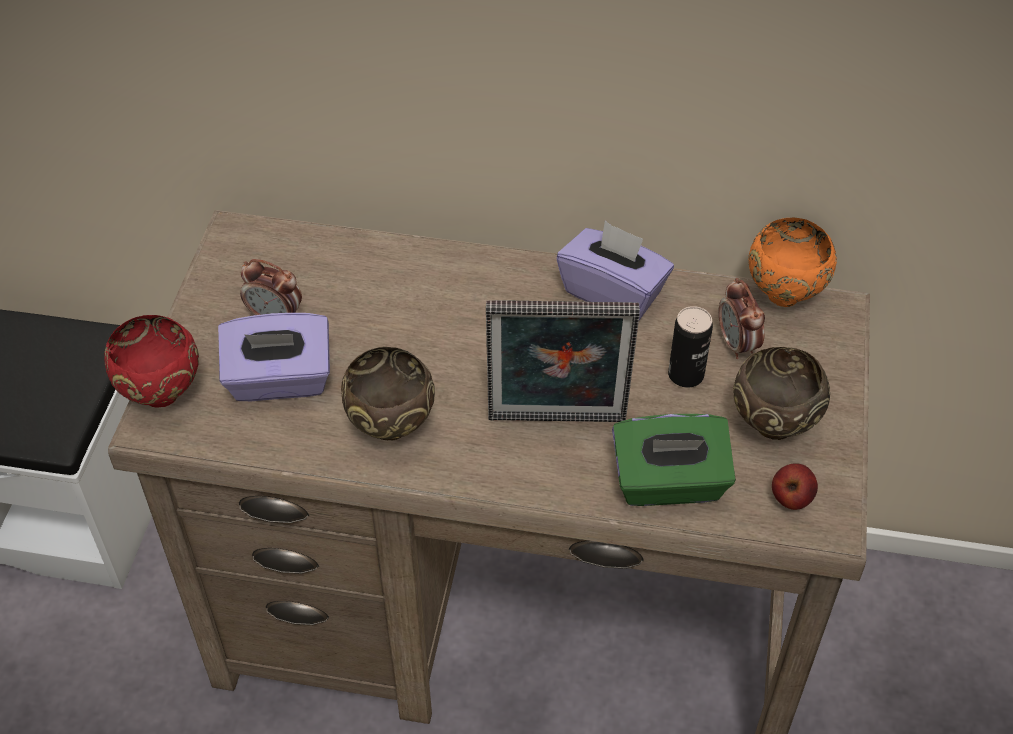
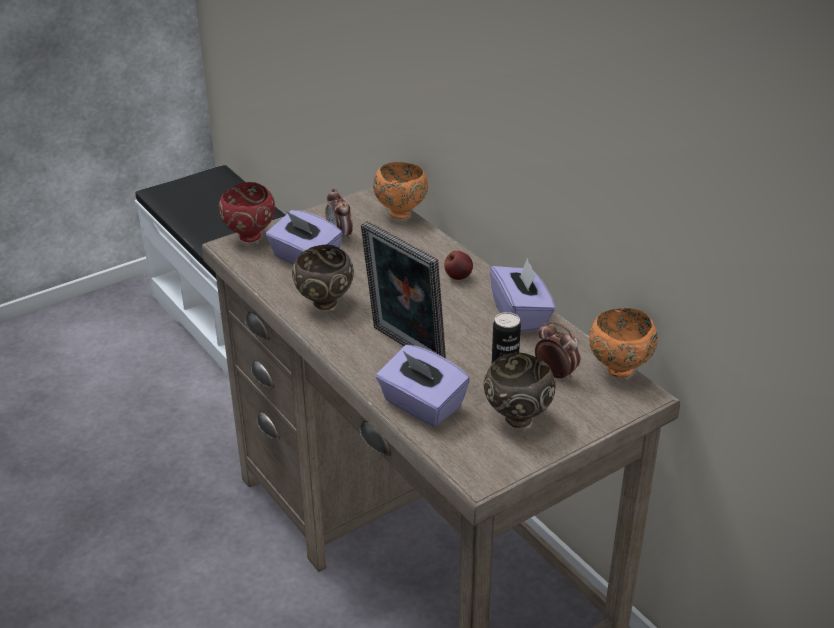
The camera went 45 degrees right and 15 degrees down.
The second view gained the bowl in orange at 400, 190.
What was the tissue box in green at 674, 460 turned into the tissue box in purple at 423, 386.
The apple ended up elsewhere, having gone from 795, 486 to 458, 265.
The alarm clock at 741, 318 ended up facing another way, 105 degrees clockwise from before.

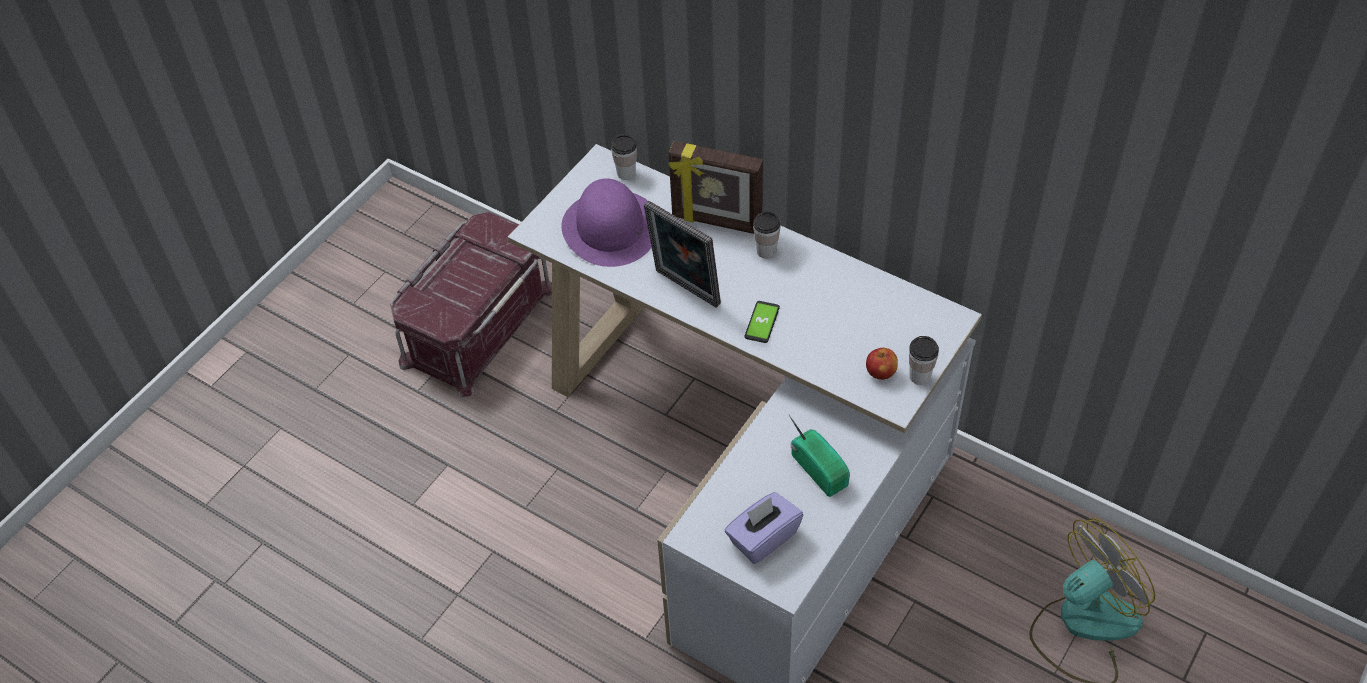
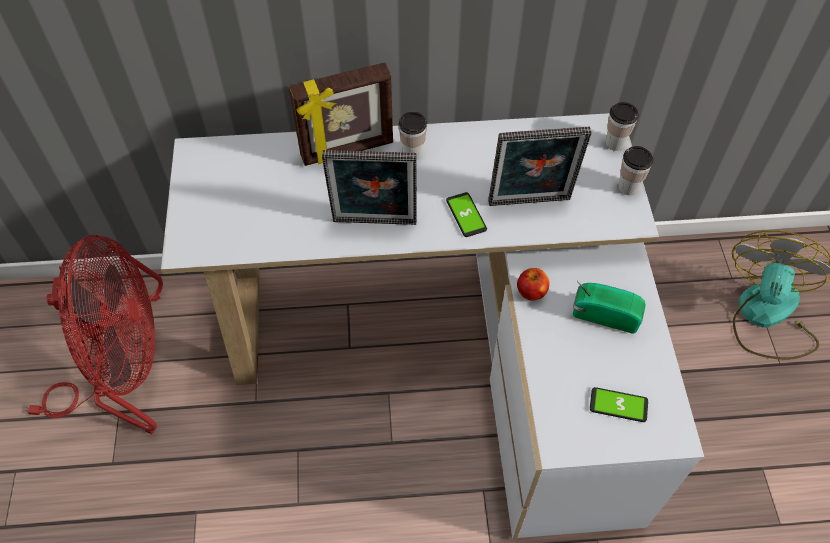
The camera went 40 degrees left and 5 degrees up.
Where the storage box in red stood at 471, 305, the fan in red came to stand at 95, 334.
The second view gained the picture frame at 539, 166.
The apple ended up elsewhere, having gone from 882, 364 to 533, 284.
Where the tissue box in purple stood at 764, 528, the phone came to stand at 619, 404.
The cup ended up elsewhere, having gone from 624, 157 to 622, 126.
The second view lost the hat in purple at 606, 223.

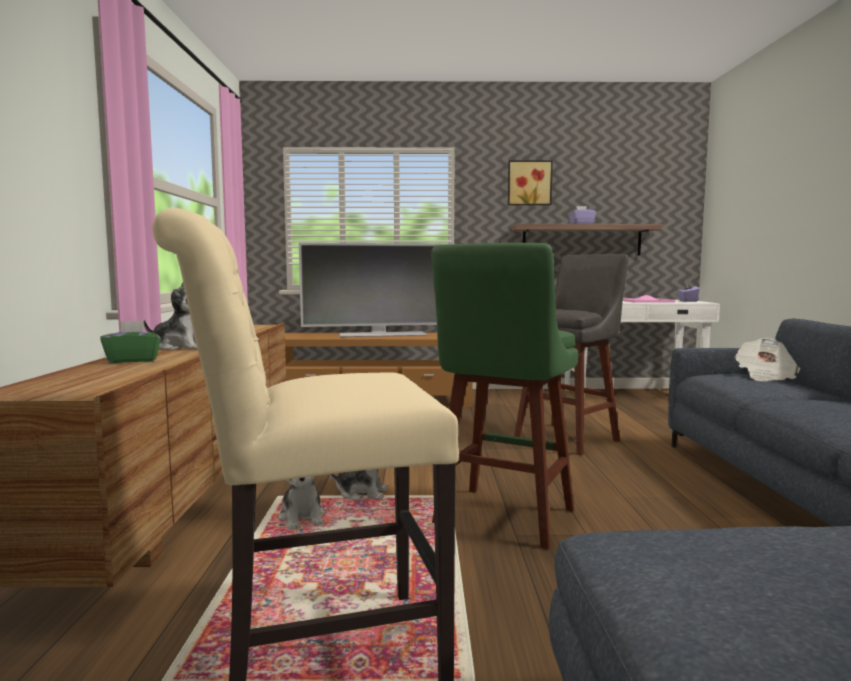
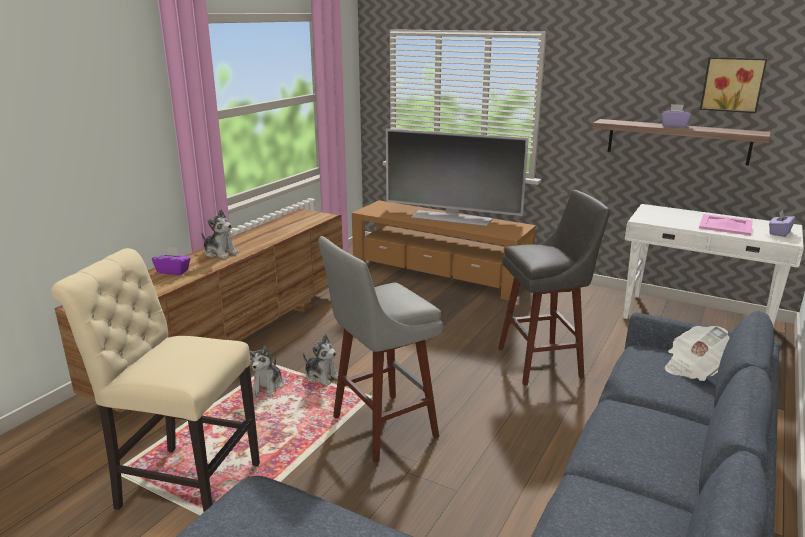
The camera went 30 degrees right and 15 degrees up.
What was the tissue box in green at 130, 342 turned into the tissue box in purple at 171, 261.
What was the stool in green at 504, 396 turned into the stool in grey at 380, 349.
The picture ended up elsewhere, having gone from 530, 182 to 733, 85.

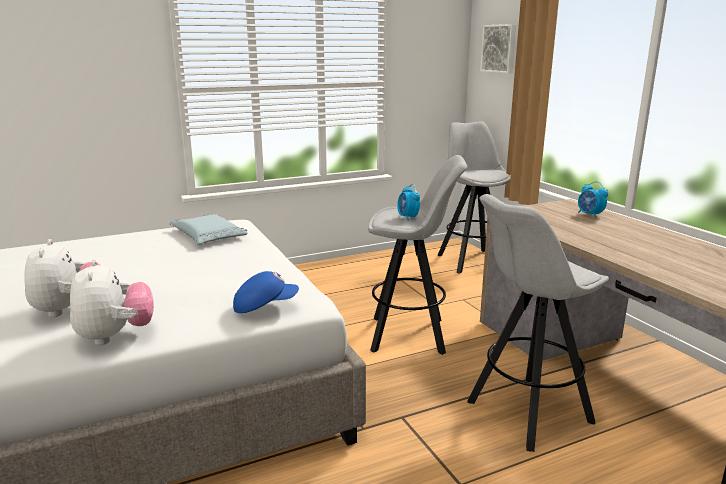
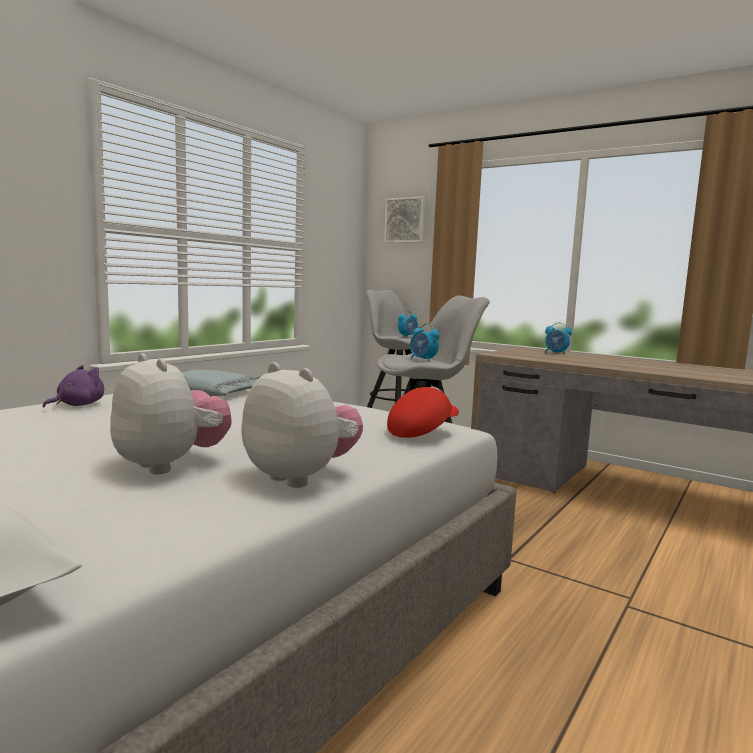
The camera went 30 degrees left and 10 degrees down.
The second view gained the plush toy in purple at 73, 386.
What was the cap in blue at 266, 292 turned into the cap in red at 423, 412.
The second view gained the alarm clock at 408, 324.
The second view lost the stool in grey at 538, 323.

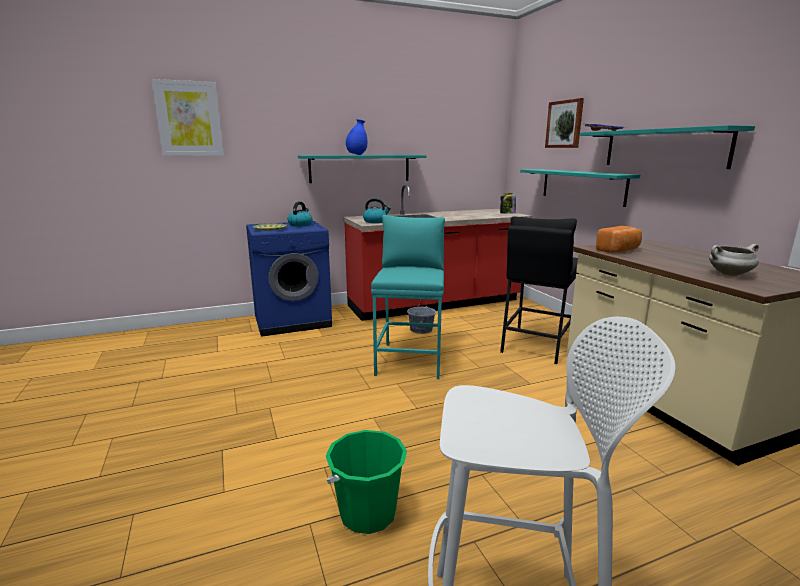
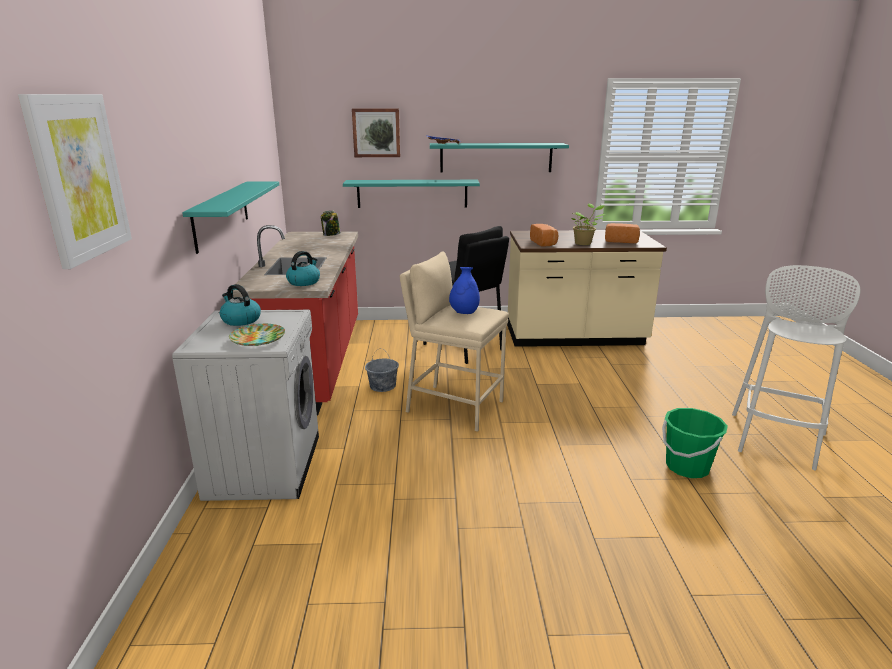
The camera went 70 degrees left and 5 degrees up.
What was the washing machine in blue at 289, 279 turned into the washing machine in white at 245, 405.
What was the stool in turquoise at 408, 297 turned into the stool in beige at 454, 341.
The vase in blue ended up elsewhere, having gone from 356, 137 to 464, 290.
The second view gained the potted plant at 588, 224.
Where the cooking pot in white stood at 734, 260, the bread came to stand at 622, 233.

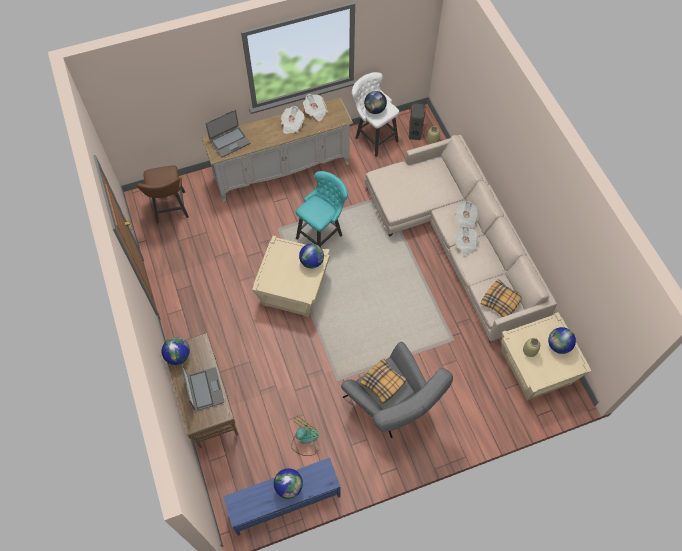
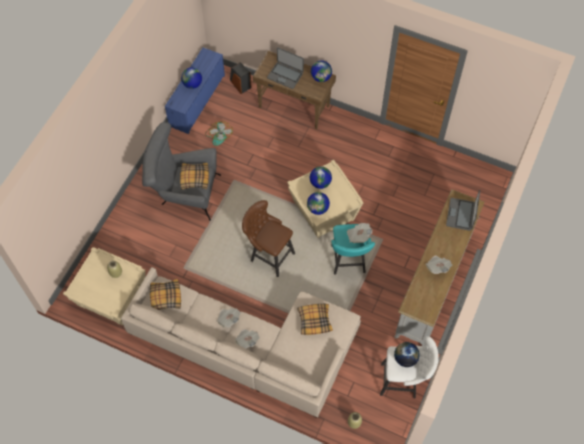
The camera went 135 degrees right and 0 degrees up.
The speaker ended up elsewhere, having gone from 417, 121 to 241, 78.
The stool in brown ended up elsewhere, having gone from 163, 194 to 268, 238.
The second view gained the pillow at 315, 319.
The globe ended up elsewhere, having gone from 562, 340 to 321, 177.
The newspaper ended up elsewhere, having gone from 315, 107 to 359, 233.

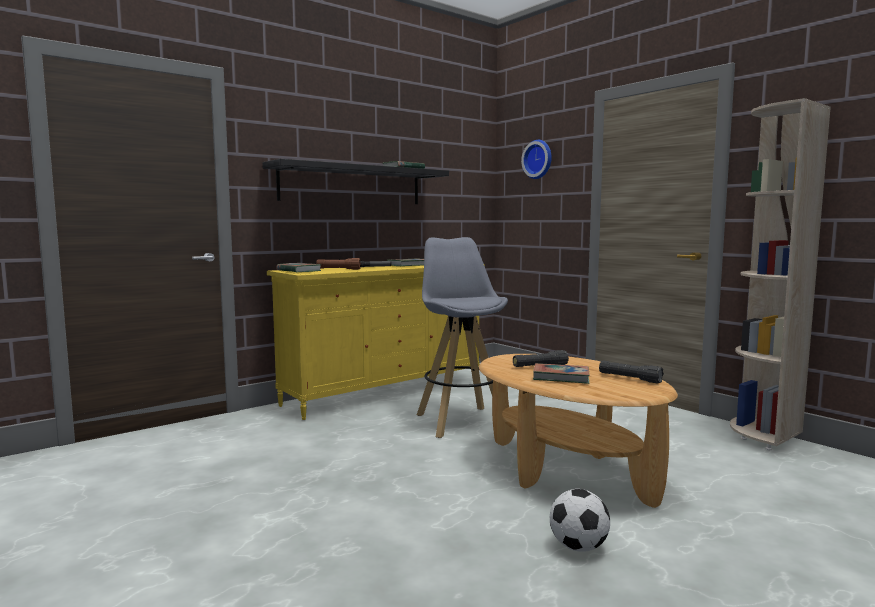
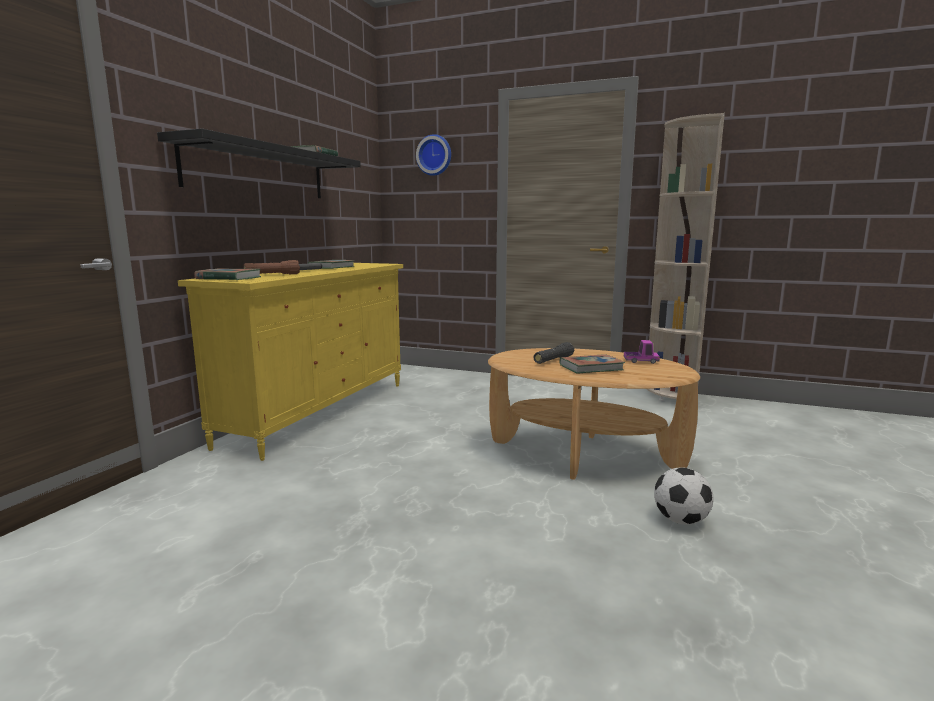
The camera went 30 degrees left and 5 degrees up.
Where the flashlight in black stood at 631, 372, the toy truck came to stand at 642, 352.
The second view lost the stool in grey at 462, 337.

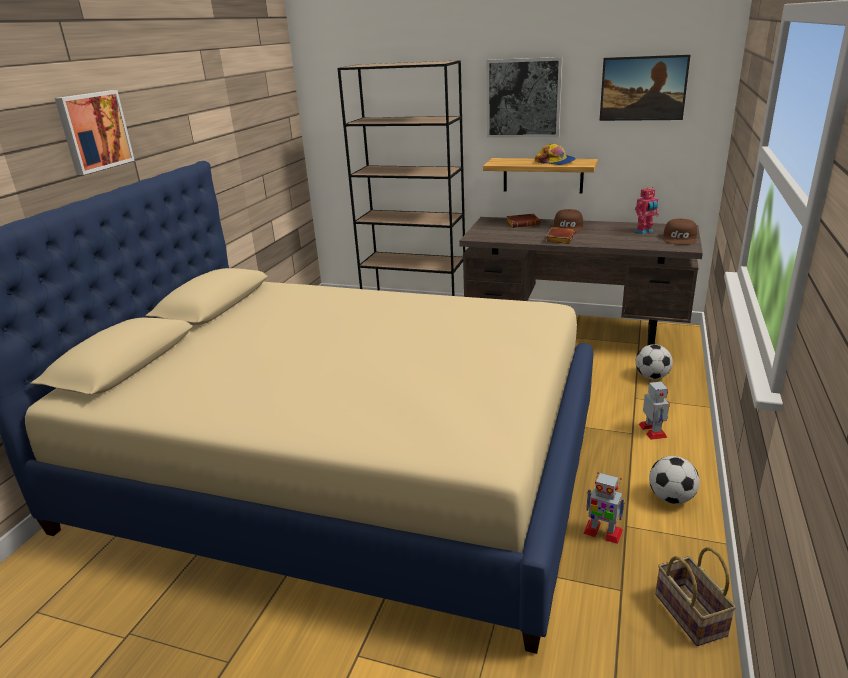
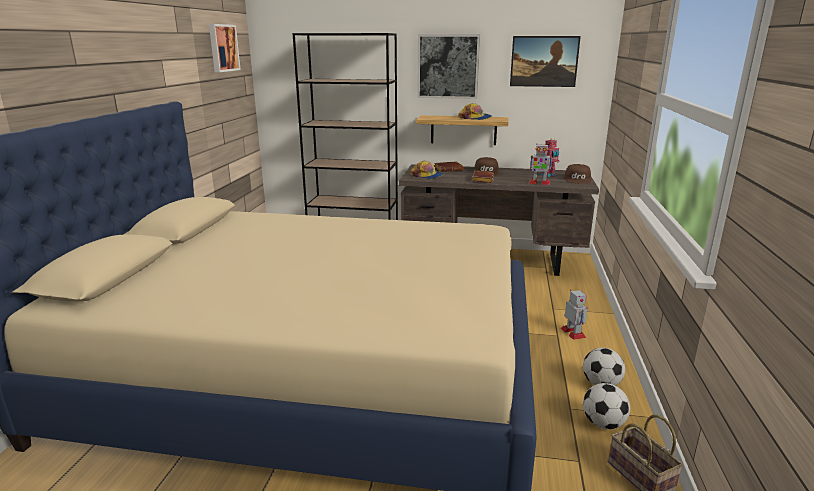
The camera went 10 degrees left and 5 degrees down.
The picture ended up elsewhere, having gone from 95, 132 to 225, 48.
The second view gained the cap at 426, 170.
The toy robot ended up elsewhere, having gone from 604, 508 to 541, 164.
The football ended up elsewhere, having gone from 654, 361 to 606, 406.

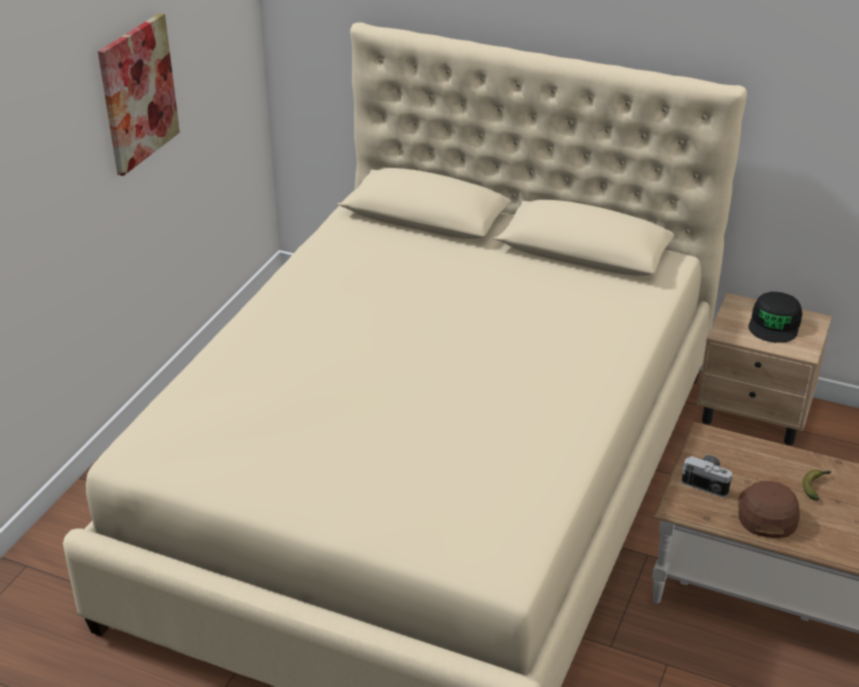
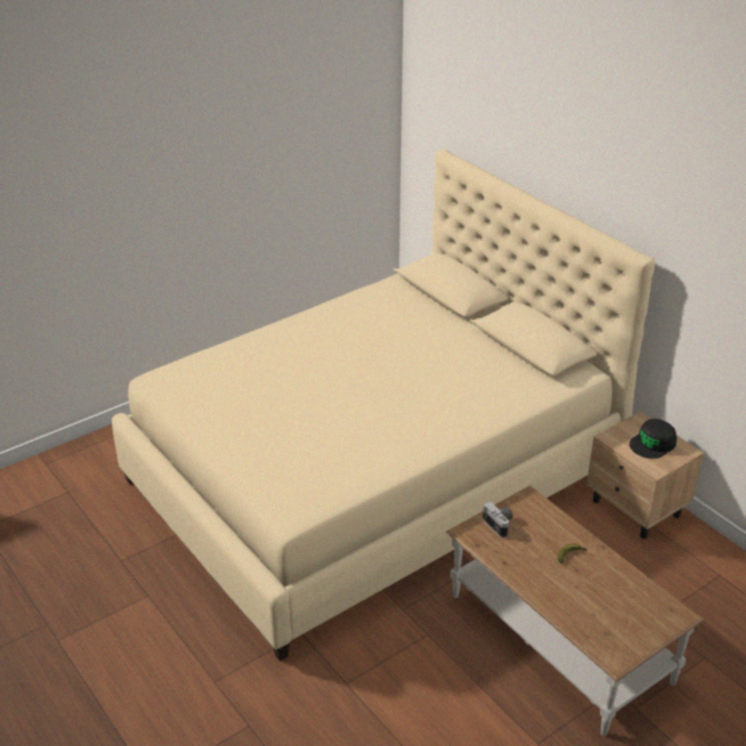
The camera went 30 degrees right and 0 degrees up.
The second view lost the picture at 139, 94.
The second view lost the cap in brown at 769, 509.

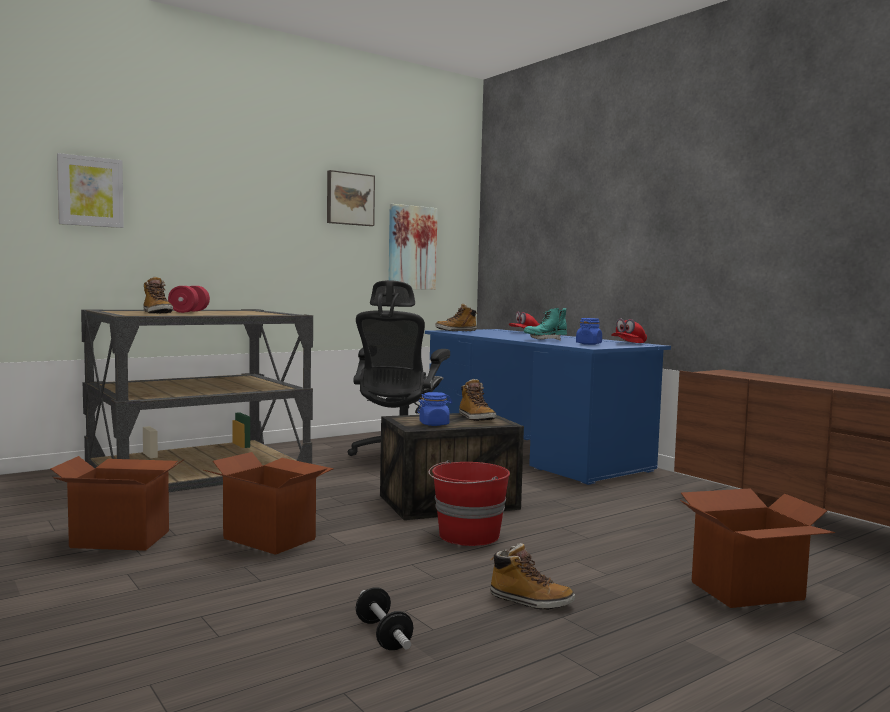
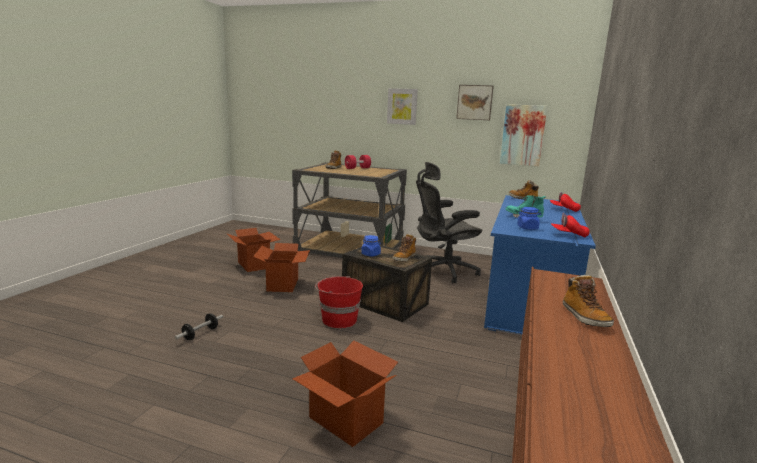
The camera went 55 degrees right and 10 degrees up.
The picture ended up elsewhere, having gone from 90, 190 to 402, 106.
The boot ended up elsewhere, having gone from 532, 576 to 588, 301.

